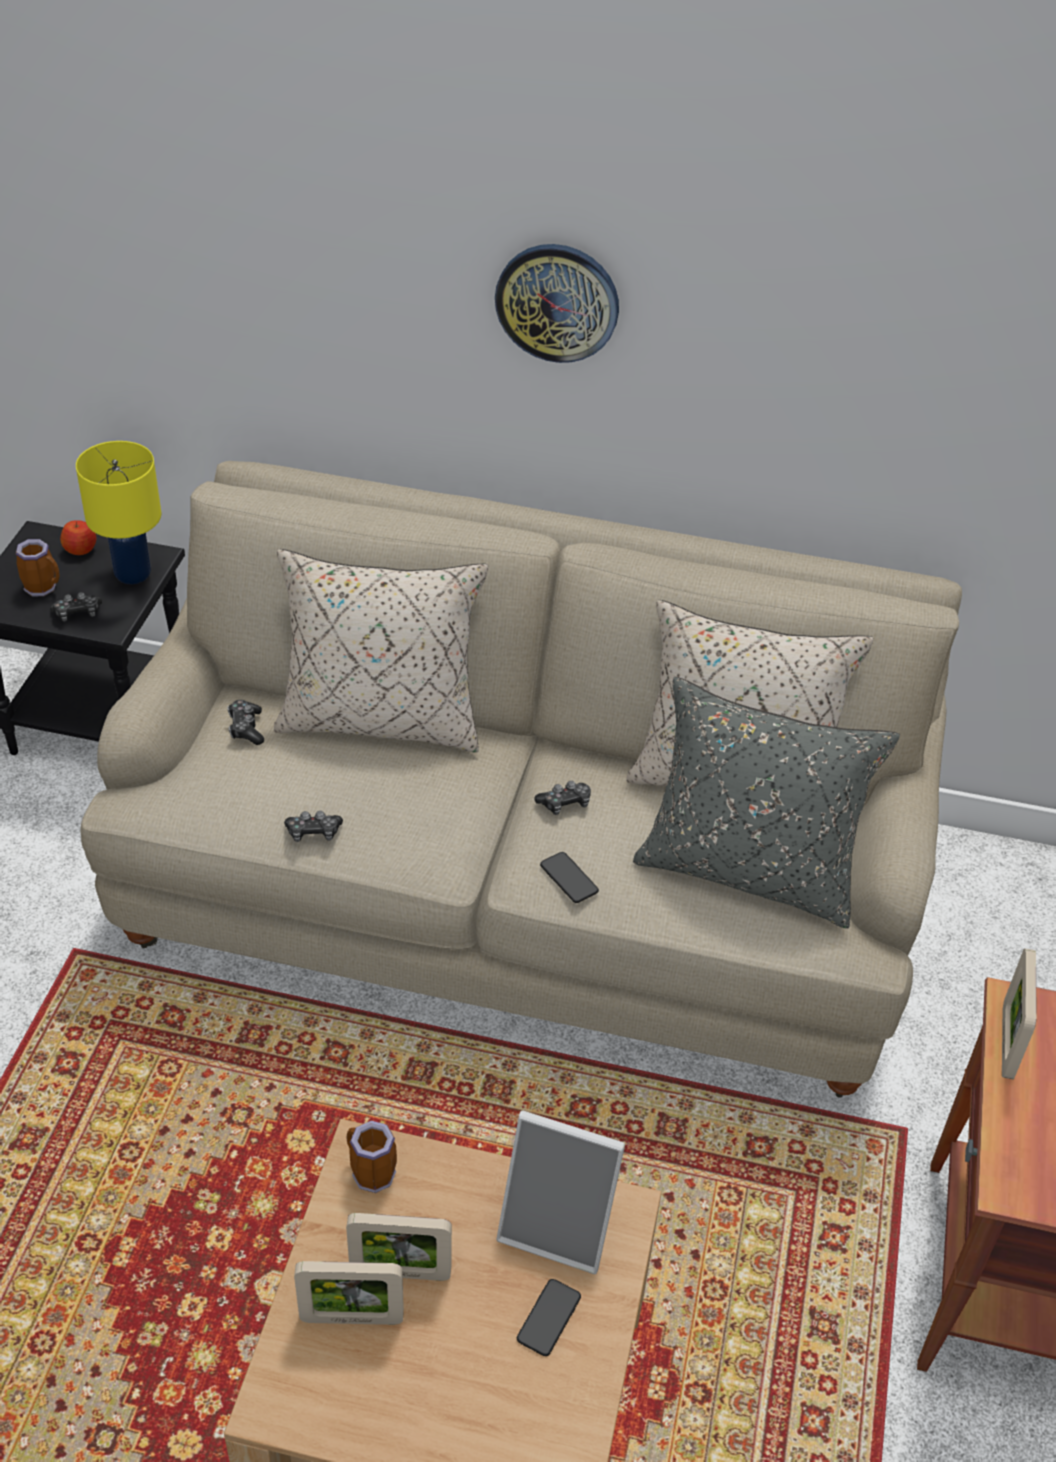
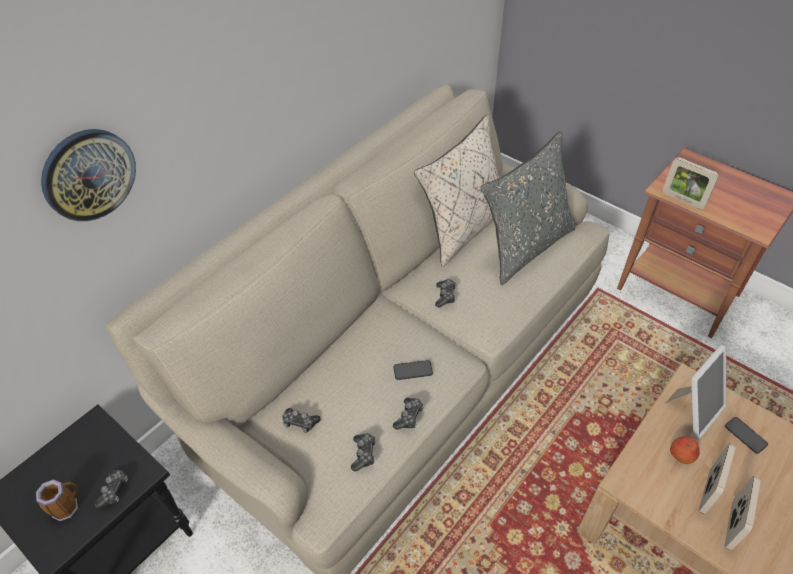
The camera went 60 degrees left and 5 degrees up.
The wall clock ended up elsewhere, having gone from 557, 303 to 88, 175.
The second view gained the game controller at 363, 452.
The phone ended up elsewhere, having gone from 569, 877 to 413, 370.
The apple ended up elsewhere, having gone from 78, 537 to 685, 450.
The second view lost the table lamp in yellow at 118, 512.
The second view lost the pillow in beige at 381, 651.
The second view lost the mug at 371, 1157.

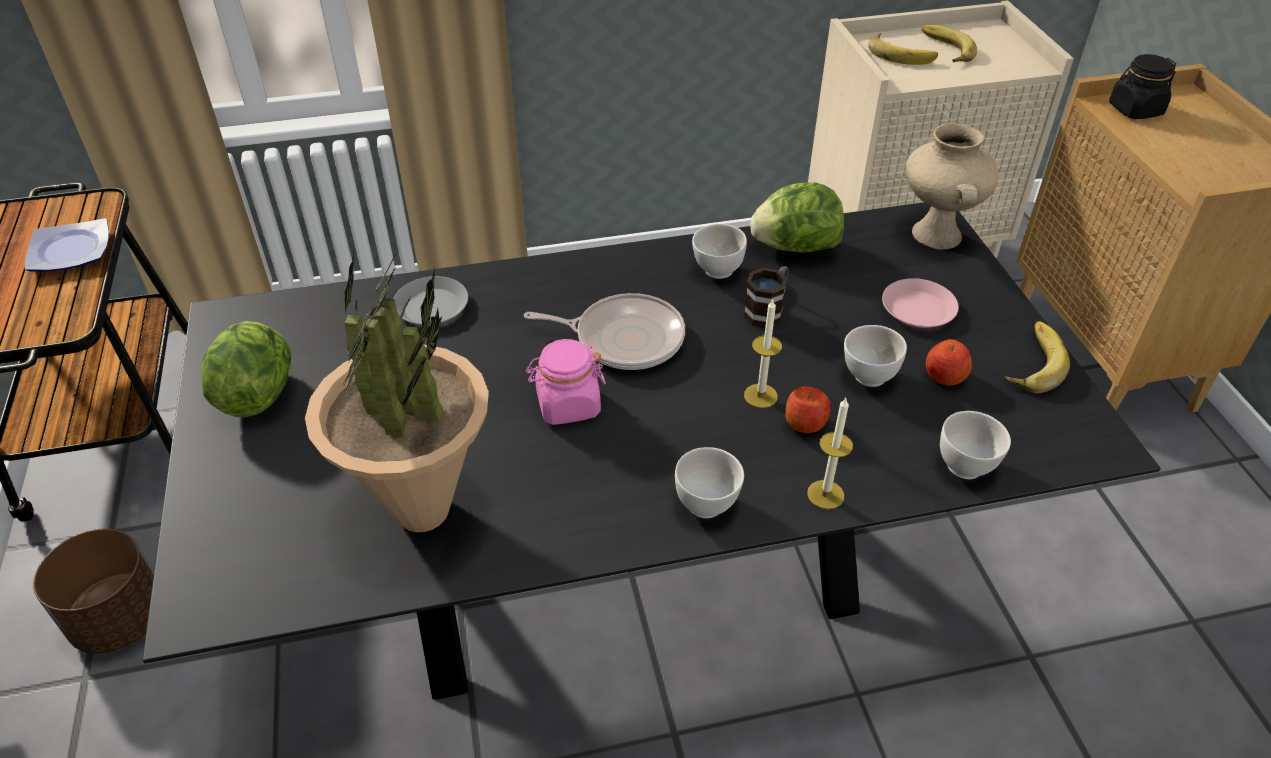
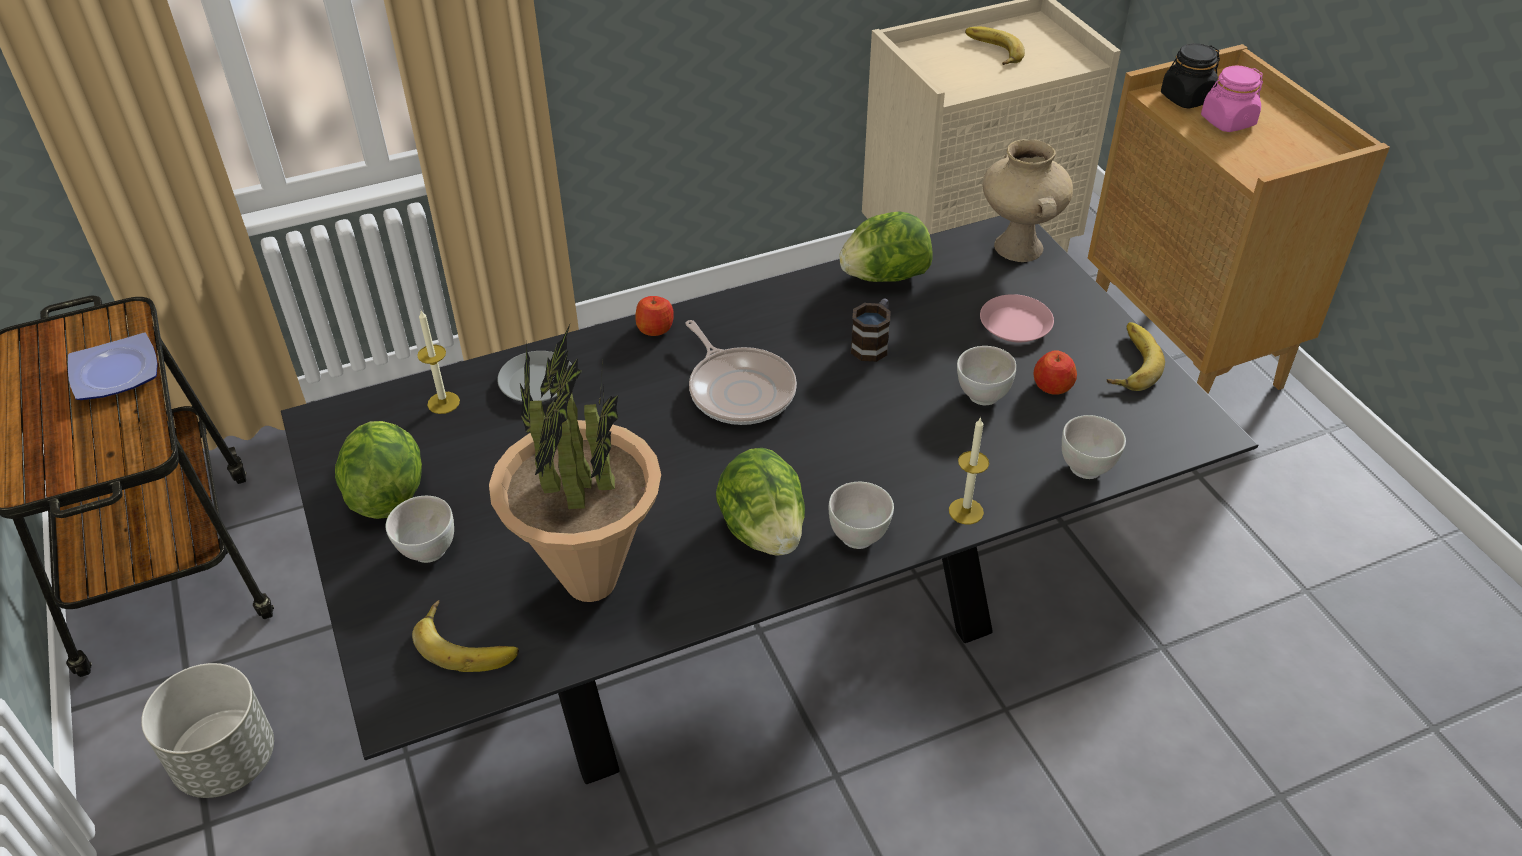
The camera went 10 degrees left and 0 degrees up.
What was the planter in brown at 93, 591 turned into the planter in grey at 207, 730.
The bowl in white ended up elsewhere, having gone from 719, 251 to 419, 529.
The banana ended up elsewhere, having gone from 903, 49 to 465, 636.
The candle ended up elsewhere, having gone from 763, 353 to 438, 362.
The apple ended up elsewhere, having gone from 808, 409 to 654, 316.
The frying pan at 604, 331 ended up facing another way, 60 degrees clockwise from before.
The second view gained the lettuce at 760, 501.
The jar in pink ended up elsewhere, having gone from 566, 382 to 1232, 99.

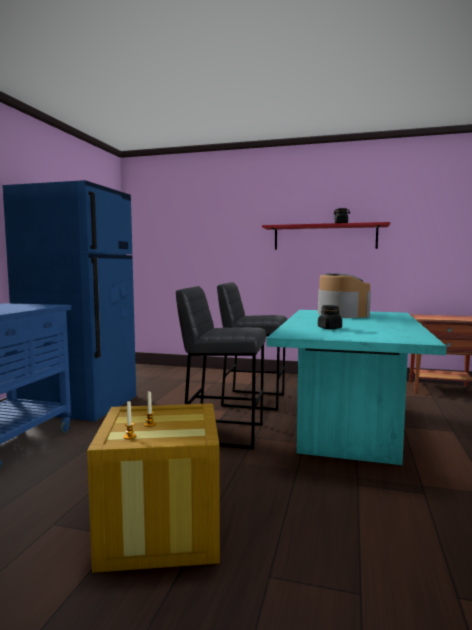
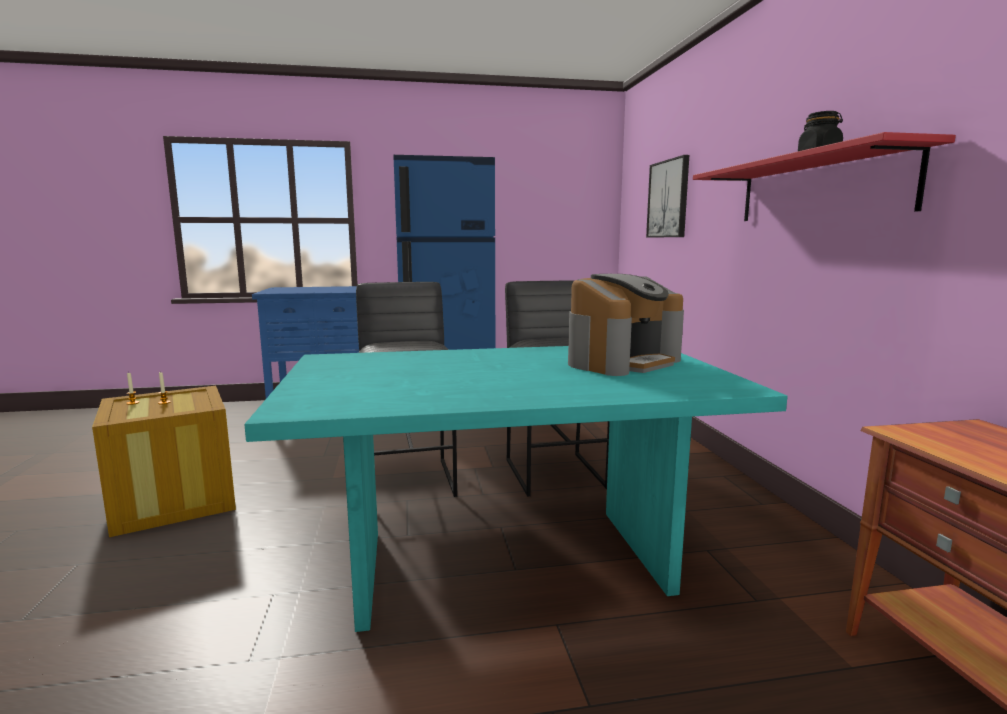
The camera went 65 degrees right and 5 degrees up.
The second view gained the picture at 667, 196.
The second view lost the jar in black at 330, 317.

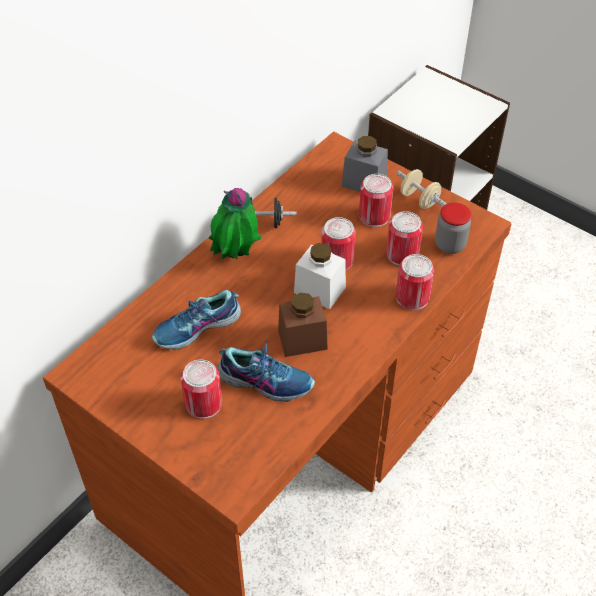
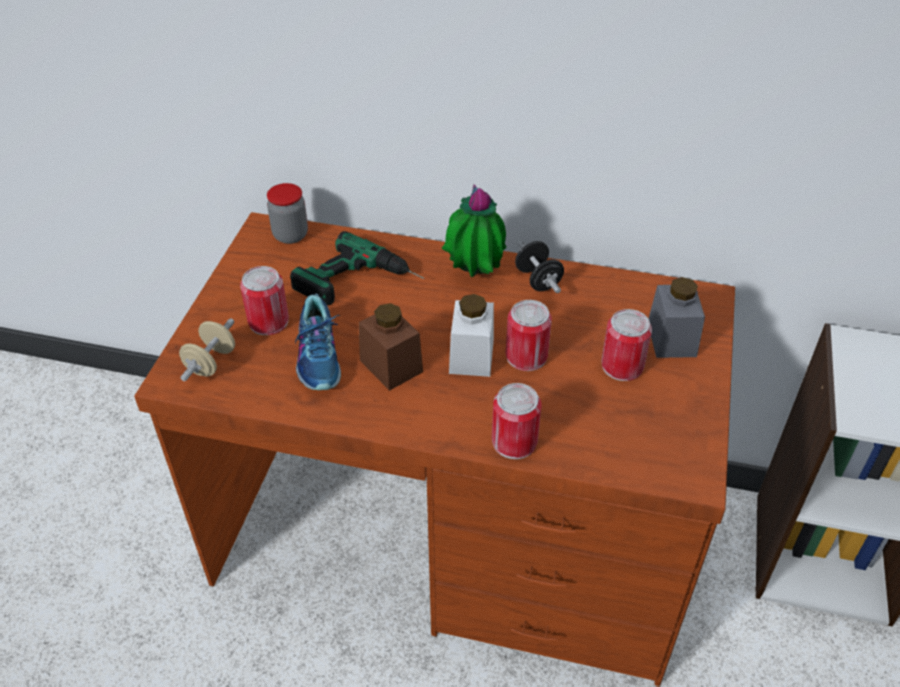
The camera went 65 degrees right and 5 degrees down.
The dumbbell in beige ended up elsewhere, having gone from 421, 189 to 207, 349.
The jar ended up elsewhere, having gone from 453, 228 to 287, 213.
Where the shoe stood at 196, 319, the power drill came to stand at 357, 268.
The second view lost the can at 404, 238.

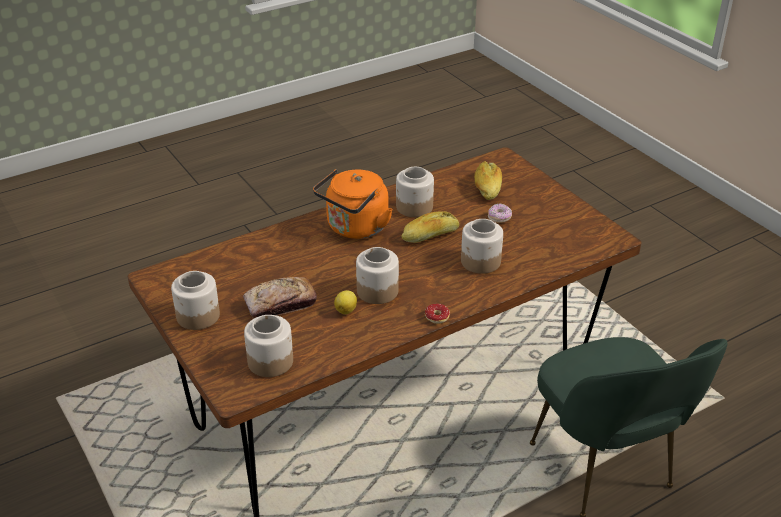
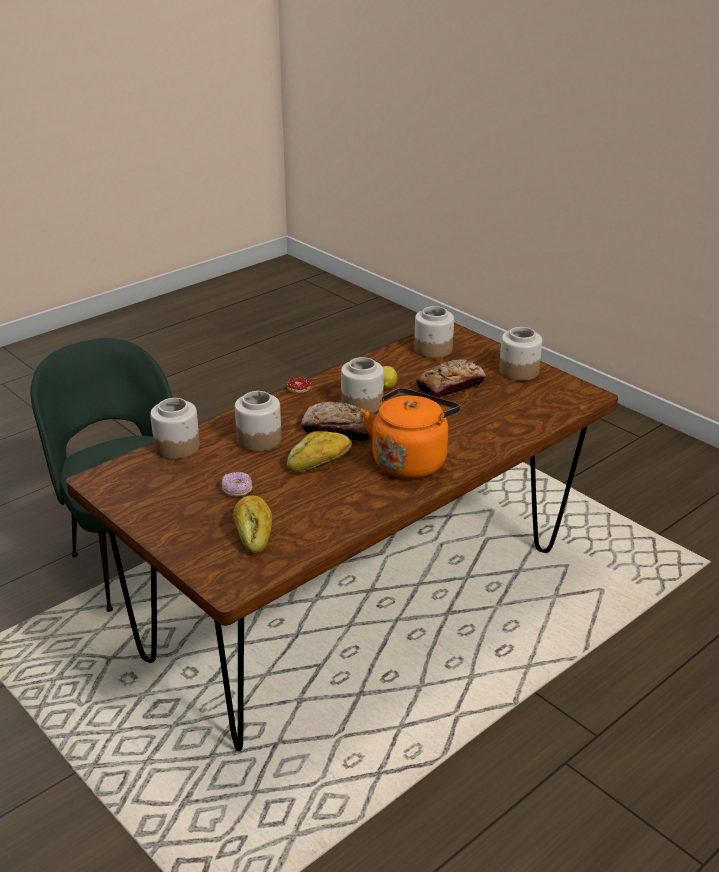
The camera went 170 degrees right and 5 degrees down.
The jar ended up elsewhere, having gone from 415, 192 to 175, 428.
The second view gained the bread at 338, 422.

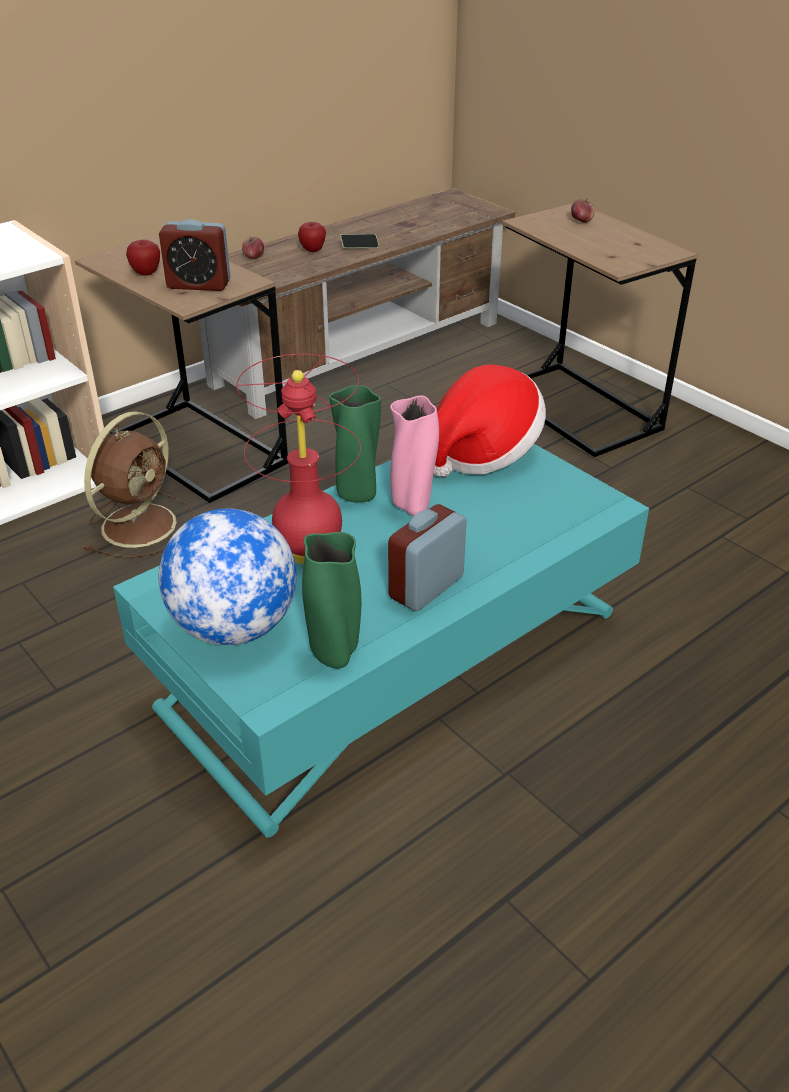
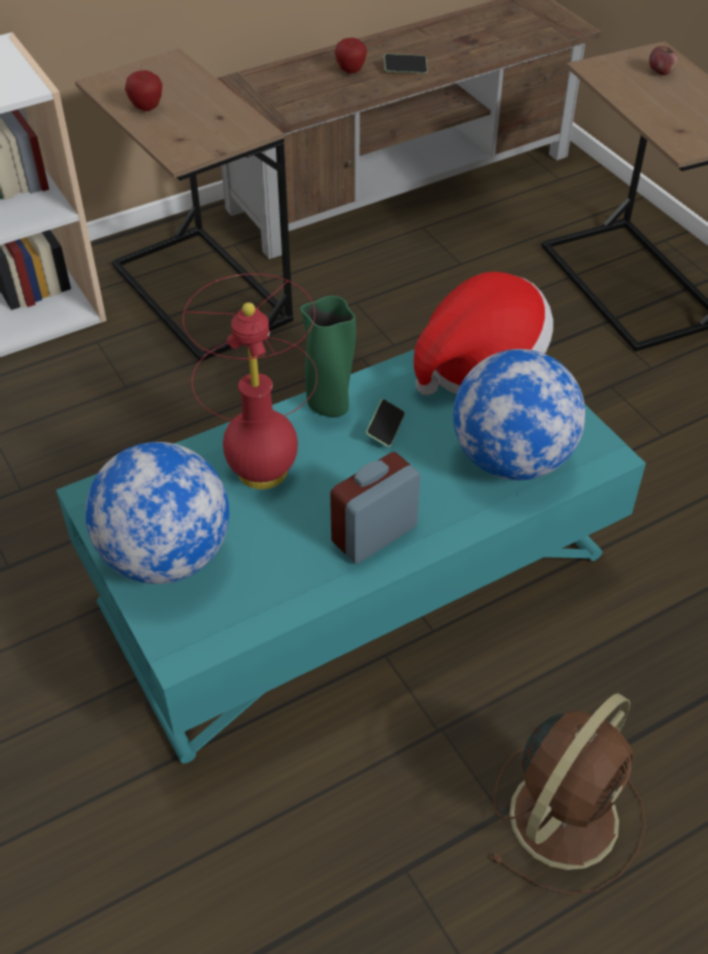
The camera went 10 degrees right and 10 degrees up.
Where the vase in pink stood at 414, 456, the phone came to stand at 385, 423.
The second view gained the globe at 519, 414.
The fan in brown ended up elsewhere, having gone from 138, 484 to 568, 794.
The second view lost the alarm clock at 194, 255.
The second view lost the apple at 253, 247.
The second view lost the vase in green at 331, 600.

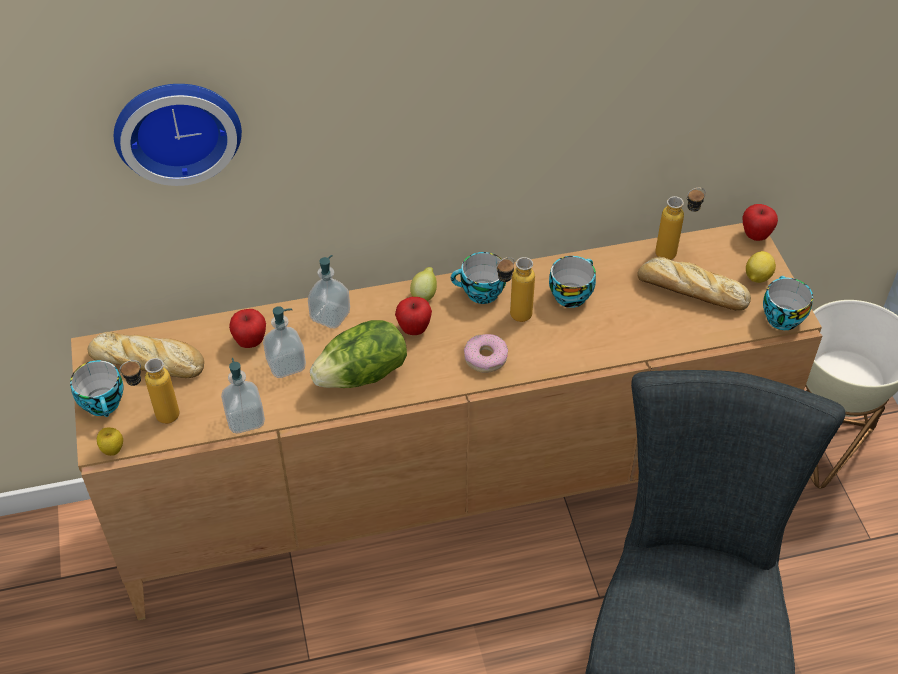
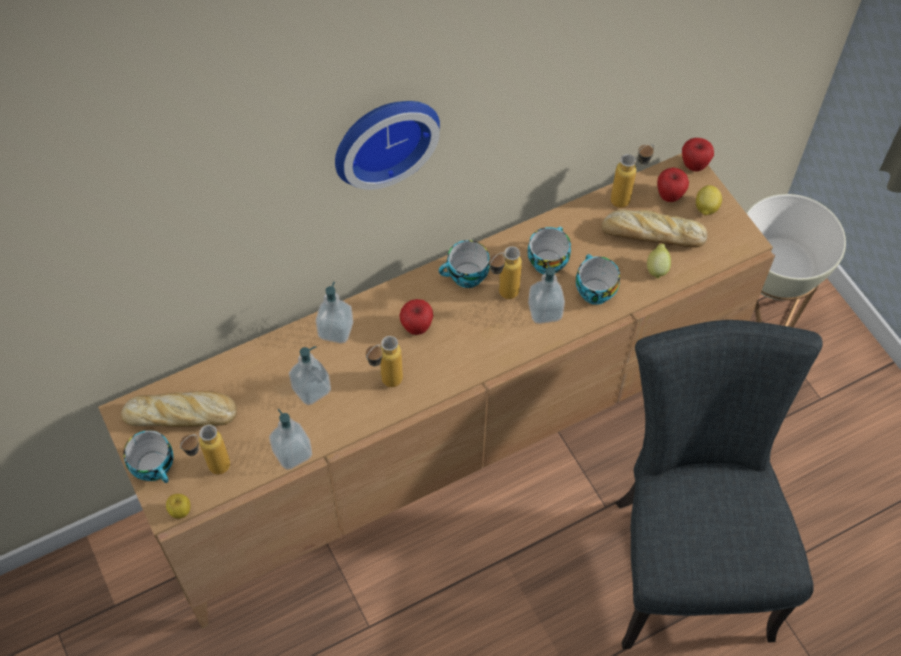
The camera went 15 degrees left and 10 degrees up.
The wall clock ended up elsewhere, having gone from 178, 135 to 387, 145.
Where the lettuce stood at 358, 354, the bottle came to stand at 384, 361.
The second view gained the soap dispenser at 546, 293.
The cup ended up elsewhere, having gone from 788, 303 to 598, 279.
The lemon ended up elsewhere, having gone from 423, 284 to 659, 261.
The apple ended up elsewhere, having gone from 247, 328 to 673, 184.
The second view lost the donut at 486, 353.

